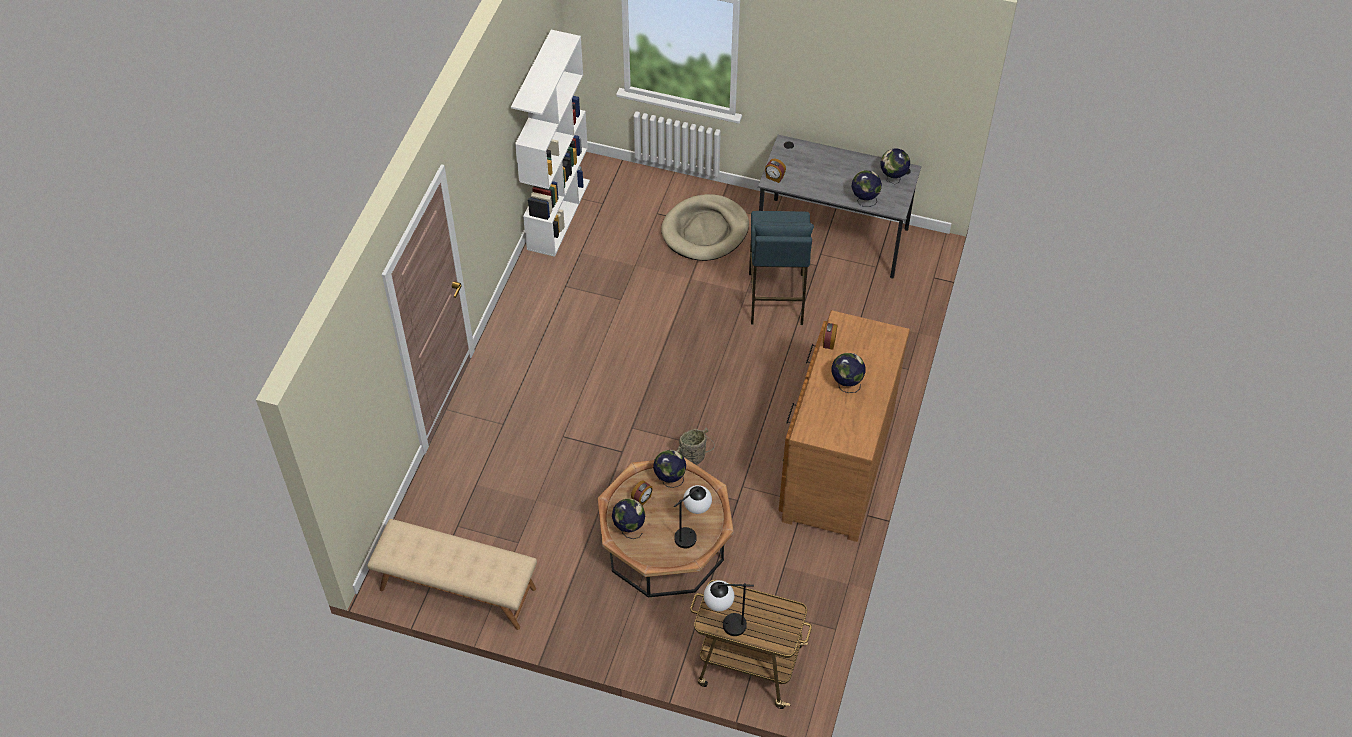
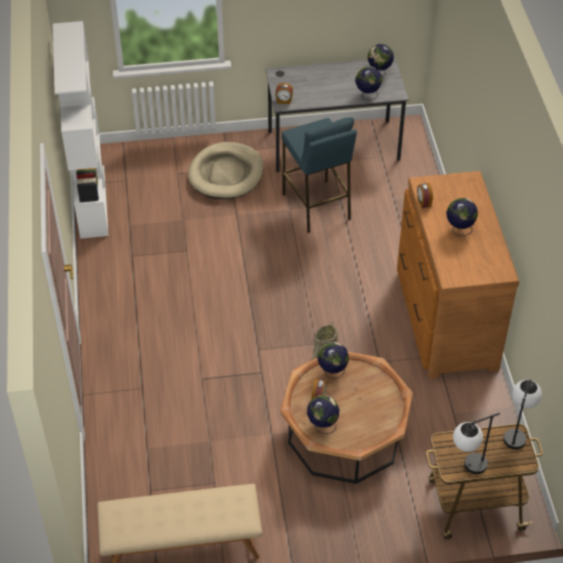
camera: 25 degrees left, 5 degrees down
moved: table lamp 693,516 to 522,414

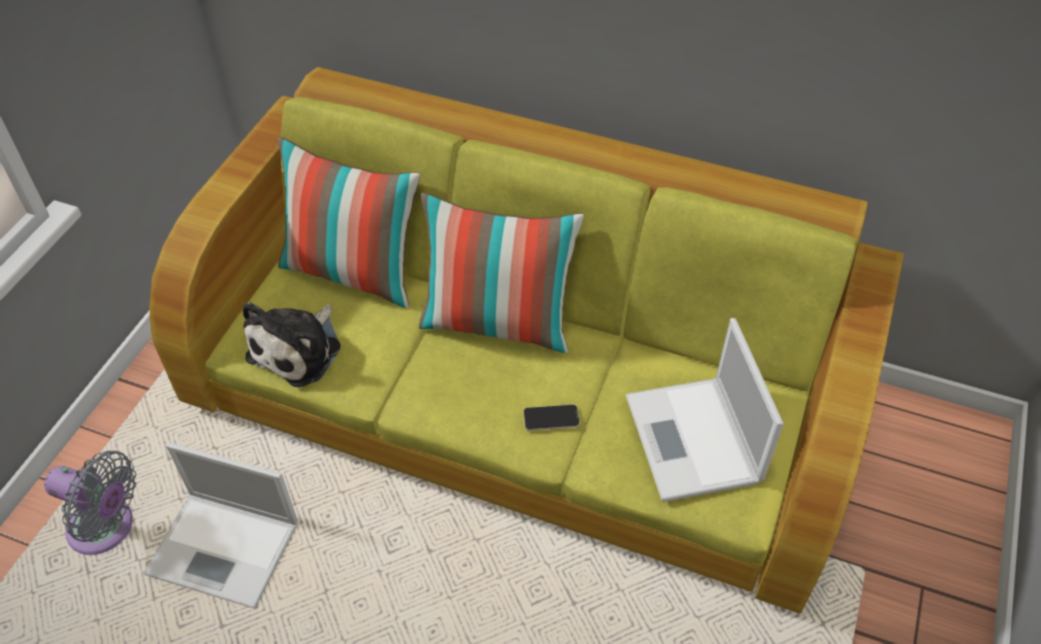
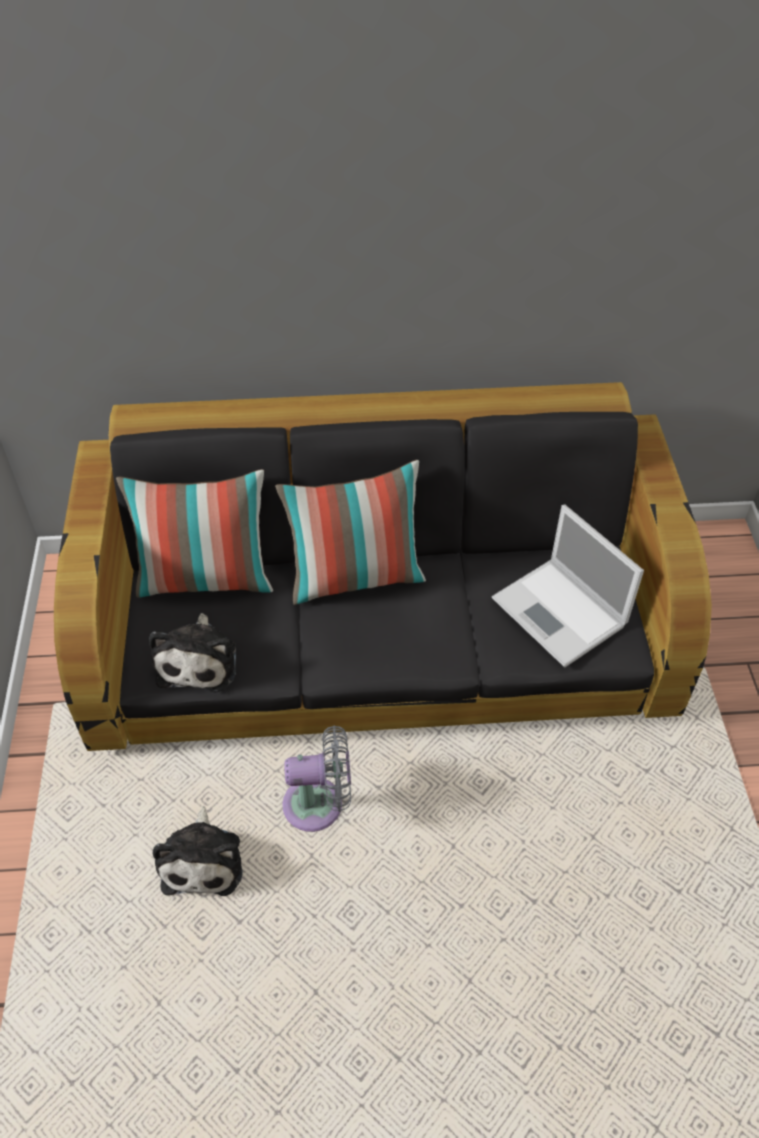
camera: 25 degrees left, 0 degrees up
removed: phone 551,417
moved: cooling fan/greyish 90,503 to 317,779
replaced: portable computer 220,525 to soft toy 198,851
recoloured: settee/green-coloured 526,340 to settee/black 383,566

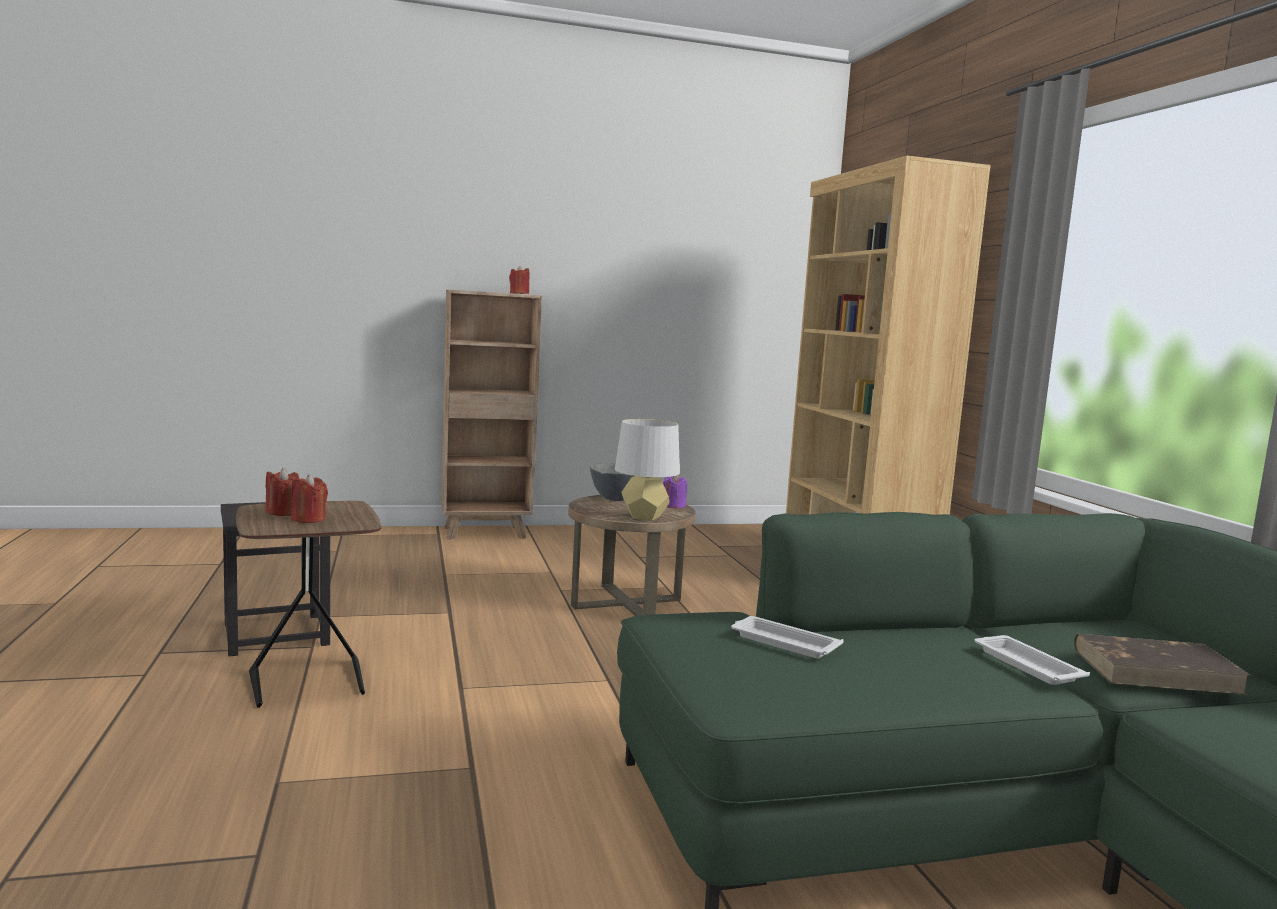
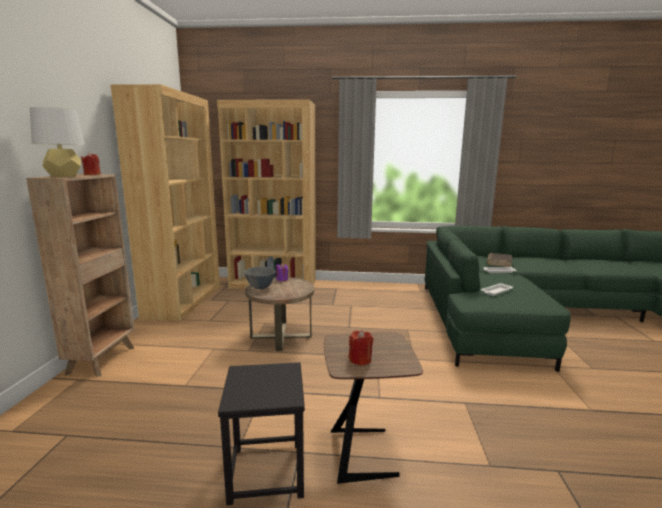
camera: 70 degrees left, 5 degrees up
removed: wax light/red 309,498
added: bookshelf/brownish 165,202
moved: table lamp/greyish 647,469 to 57,142

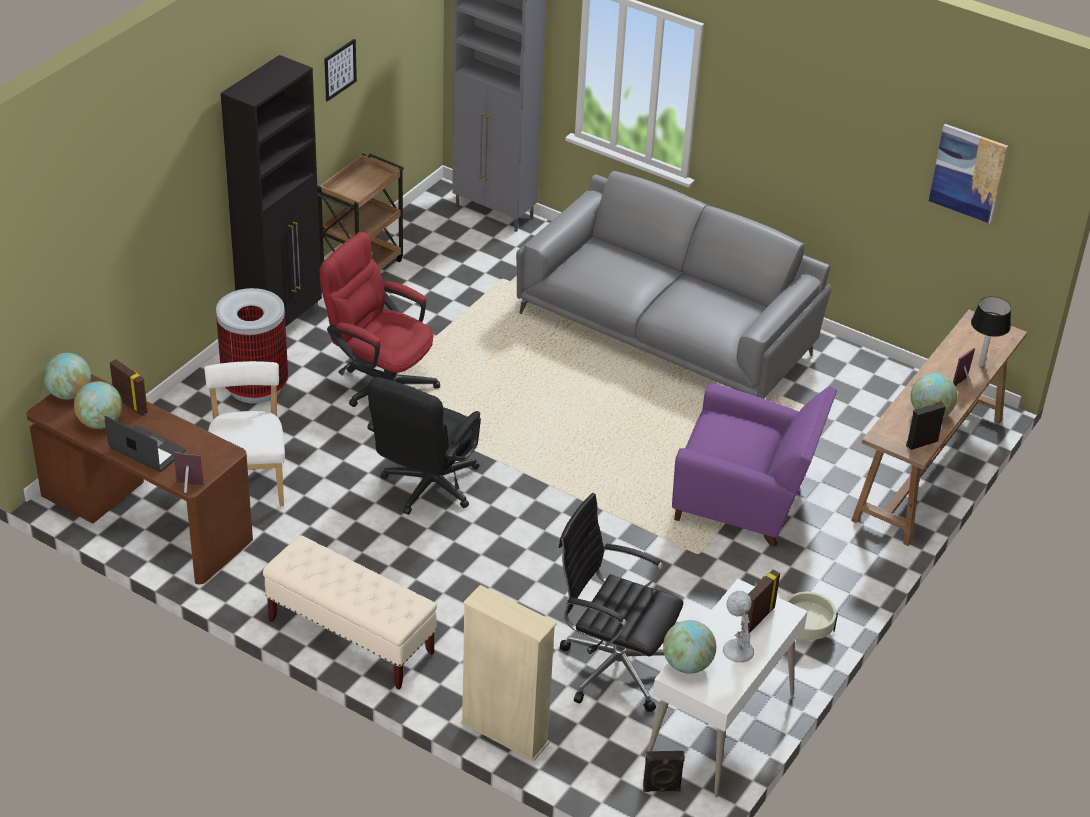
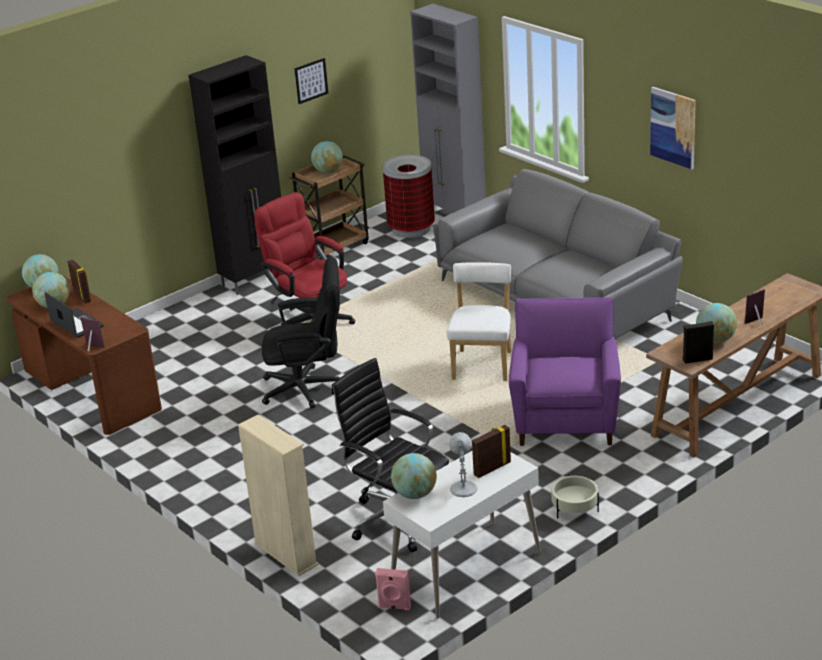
camera: 20 degrees right, 10 degrees down
removed: bench/beige 350,612; table lamp 991,331
added: world globe 327,157
moved: upright chair/white-coloured 244,433 to 479,321; trash can 252,346 to 409,196; wall picture 968,173 to 673,128
recoloured: audio speaker/black 664,771 to audio speaker/pink-coloured 393,589
turned: computer chair/black 424,446 = 301,332 135 degrees counterclockwise; easy chair/purple-coloured 754,465 = 565,371 120 degrees counterclockwise

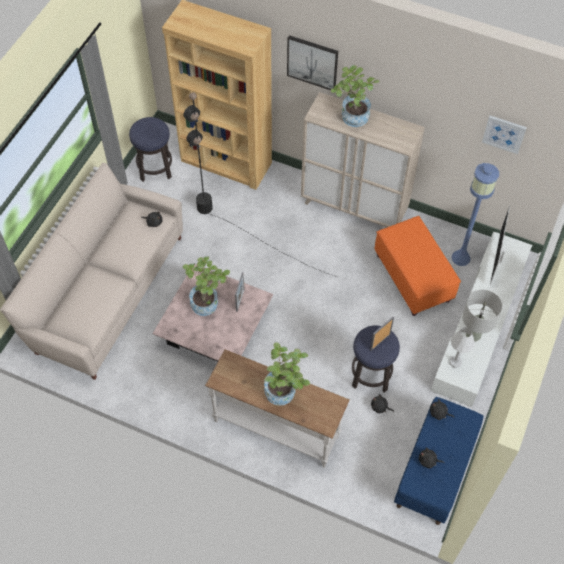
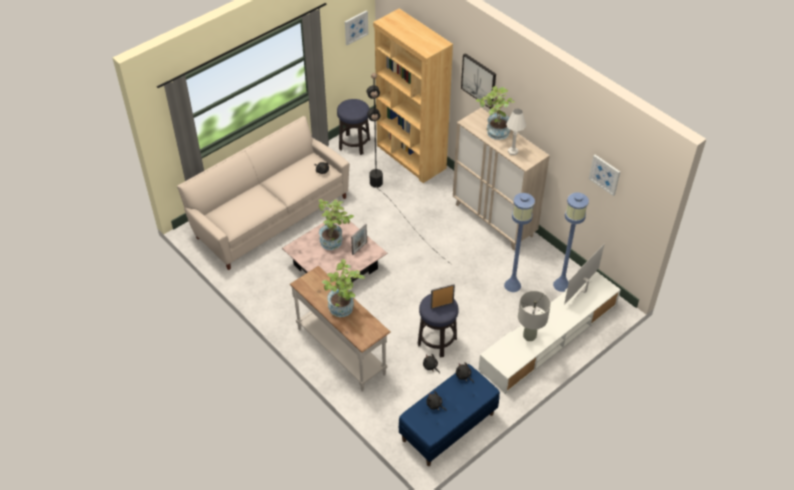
camera: 25 degrees right, 10 degrees down
added: wall picture 356,27
moved: table lamp/white-coloured 462,347 to 516,131
replaced: ottoman/orangey 418,266 to floor lamp/blue-coloured 519,242

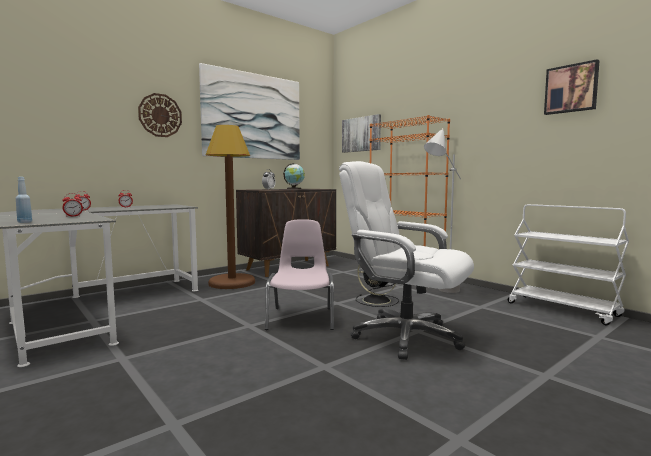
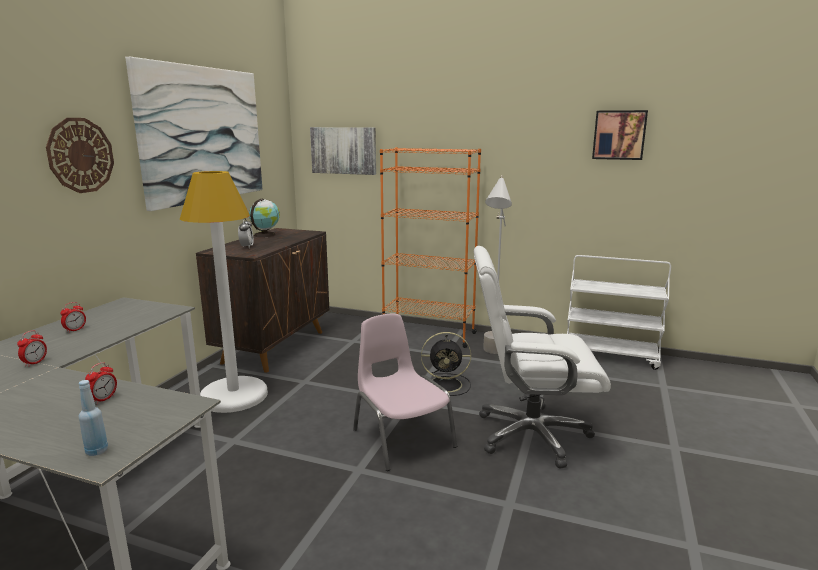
camera: 30 degrees left, 10 degrees up
recoloured: floor lamp/brownish 230,207 to floor lamp/white-coloured 224,292

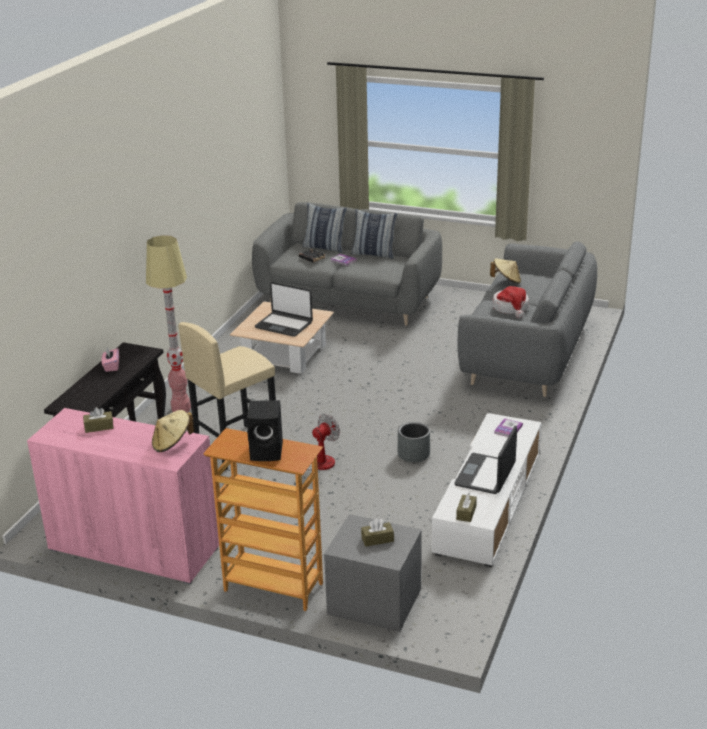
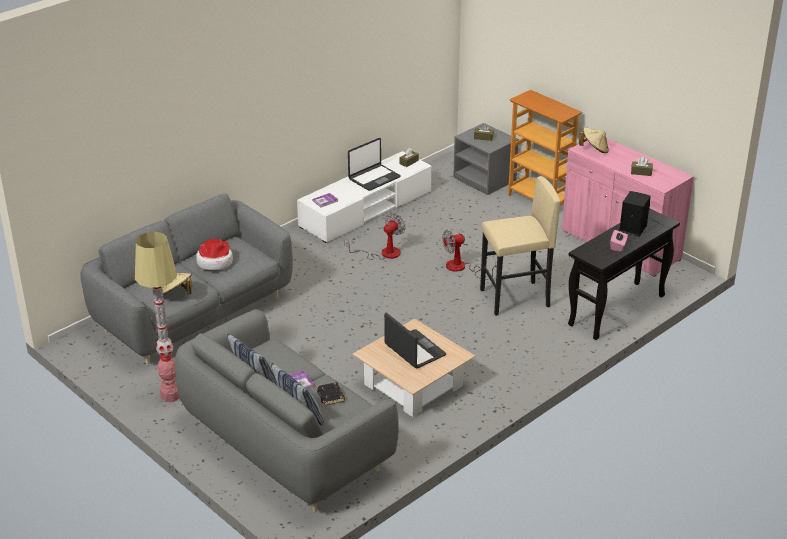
camera: 155 degrees left, 5 degrees up
moved: floor lamp 168,323 to 157,317; audio speaker/black 265,430 to 635,214
replaced: flower pot/greyish 414,442 to cooling fan 375,236

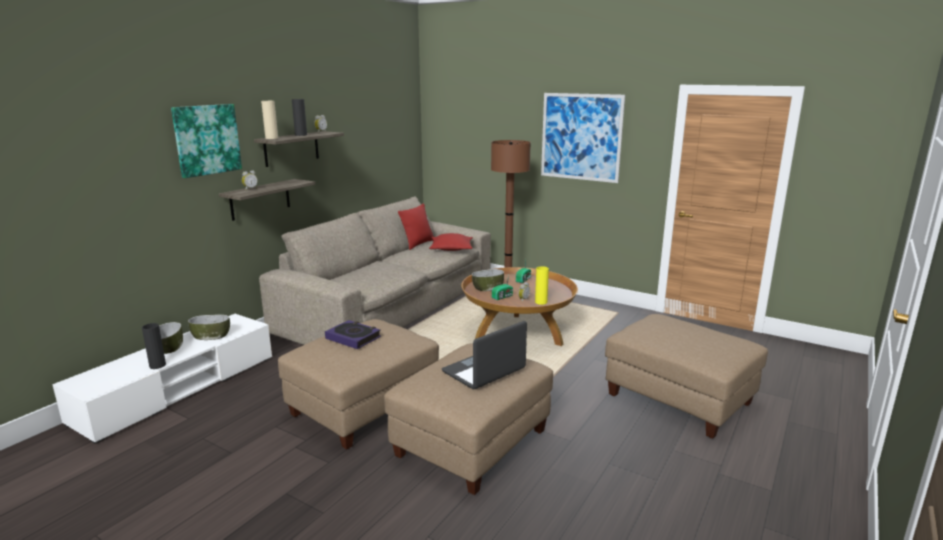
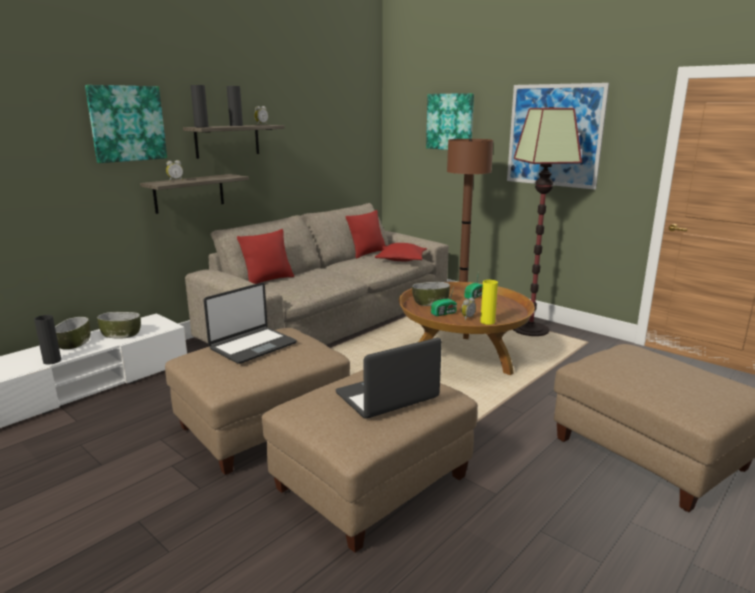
camera: 10 degrees right, 0 degrees up
added: pillow/red 265,256; wall picture 450,121; floor lamp 547,221
replaced: volume 353,334 to portable computer 250,323
recoloured: flower vase/beige 269,120 to flower vase/black 199,106

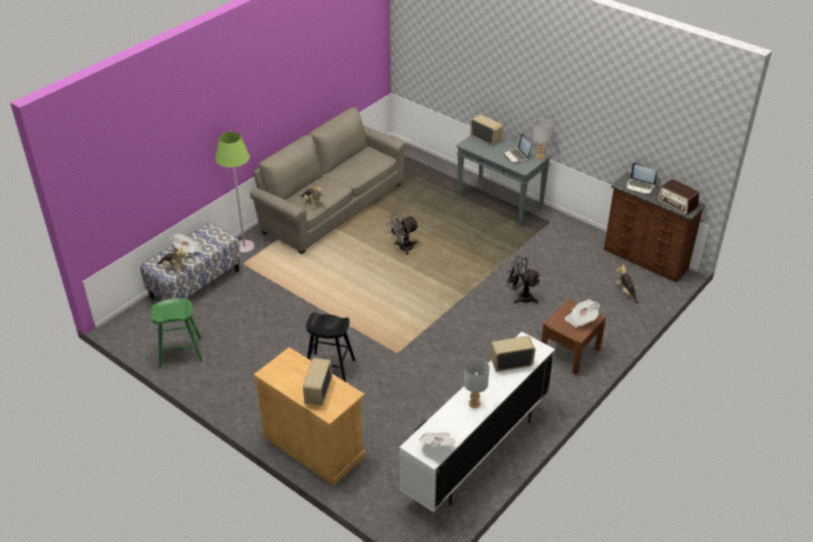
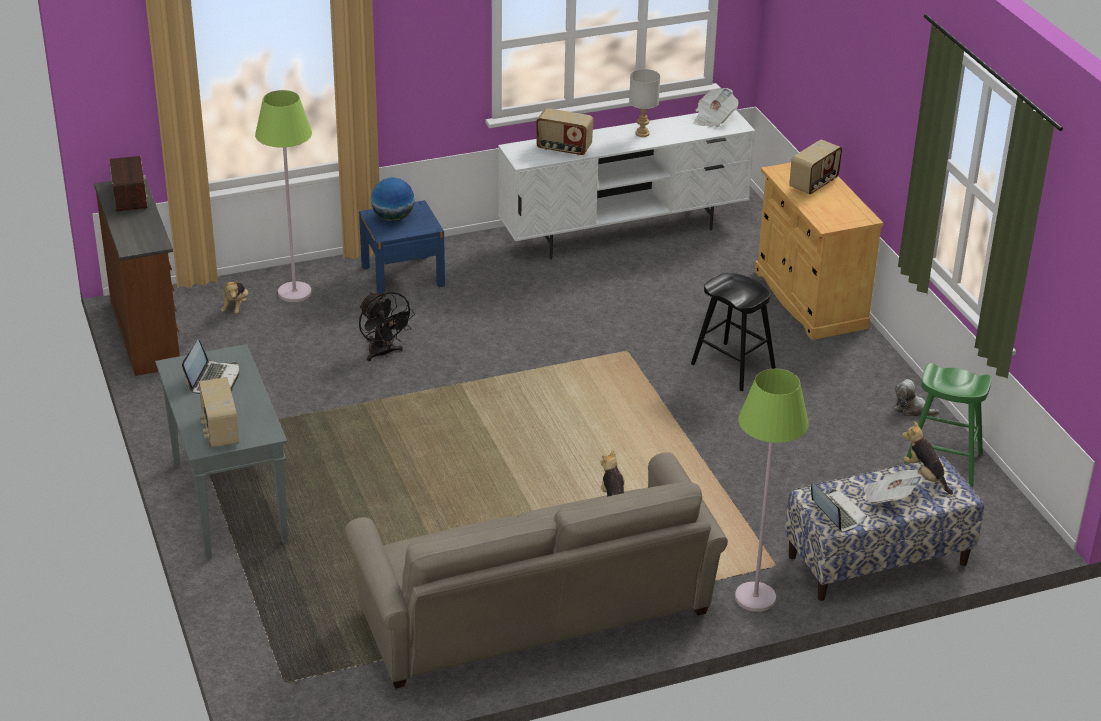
camera: 150 degrees left, 5 degrees down
removed: cooling fan/greyish 402,234; table lamp/greyish 543,139
added: floor lamp/green-coloured 283,196; soft toy 917,397
moved: portable computer 642,178 to 839,507
replaced: daily paper 582,314 to world globe 393,199
recoloured: night table/brownish 573,337 to night table/blue-coloured 402,248

